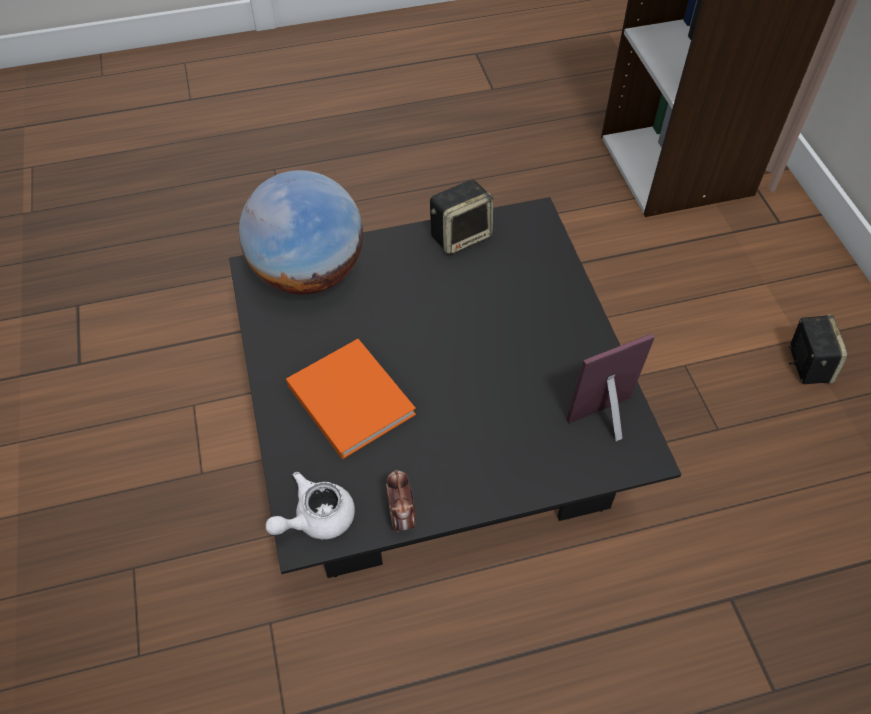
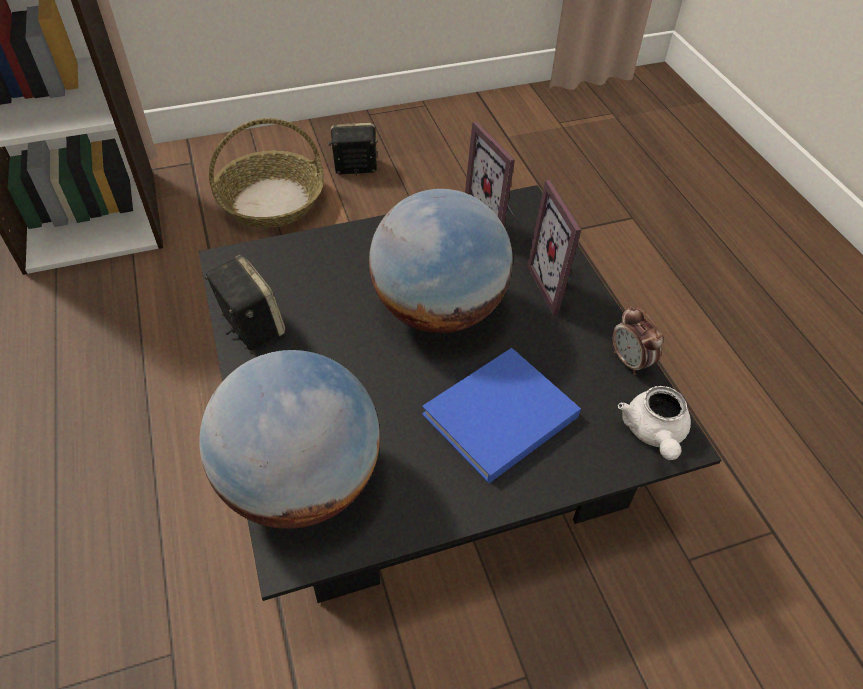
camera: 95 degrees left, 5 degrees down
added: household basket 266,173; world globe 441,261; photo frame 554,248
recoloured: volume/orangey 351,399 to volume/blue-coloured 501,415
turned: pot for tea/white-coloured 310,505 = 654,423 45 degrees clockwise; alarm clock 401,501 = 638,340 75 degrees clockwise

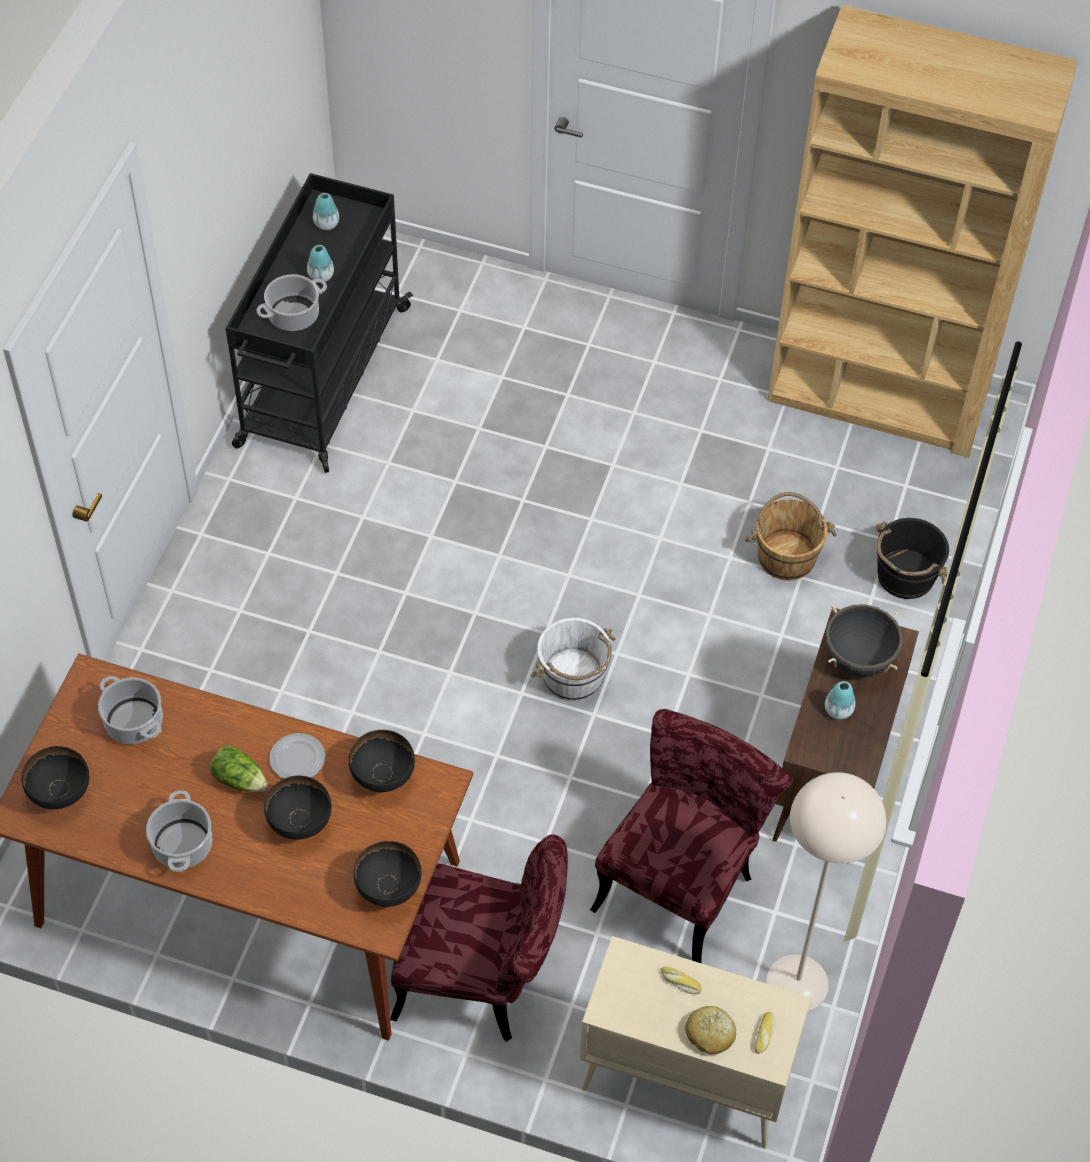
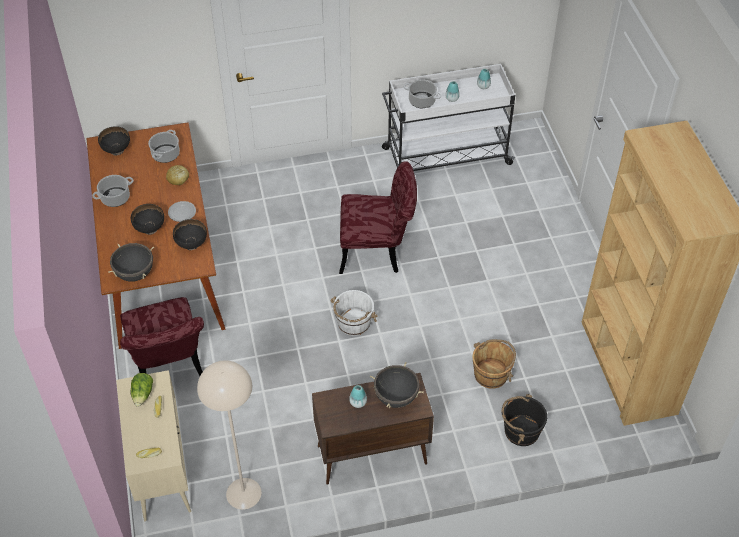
camera: 60 degrees right, 5 degrees down
moved: head of lettuce 239,768 to 142,390; upright chair/red 691,836 to 378,217; bakery bread 710,1030 to 177,175
replaced: serving bowl/black 387,874 to saucepot/black 131,262
recoloured: trolley/black 319,323 to trolley/white-coloured 448,117

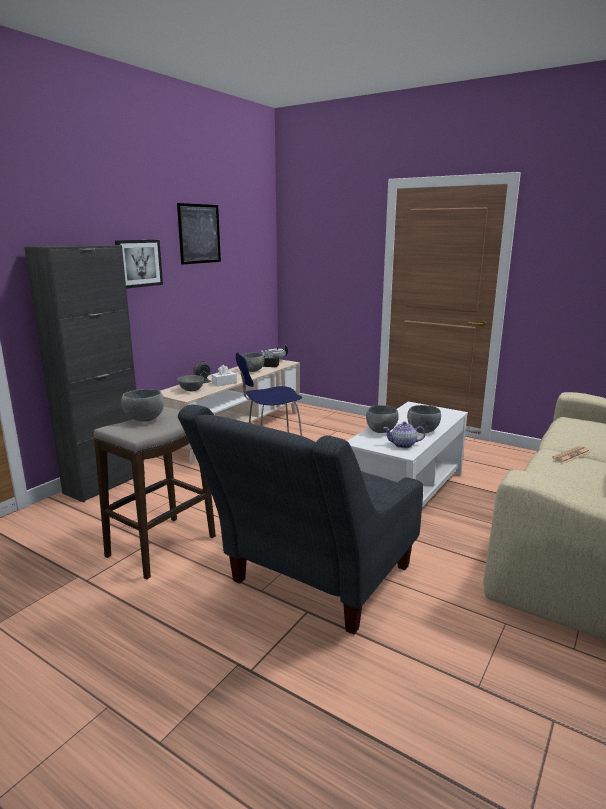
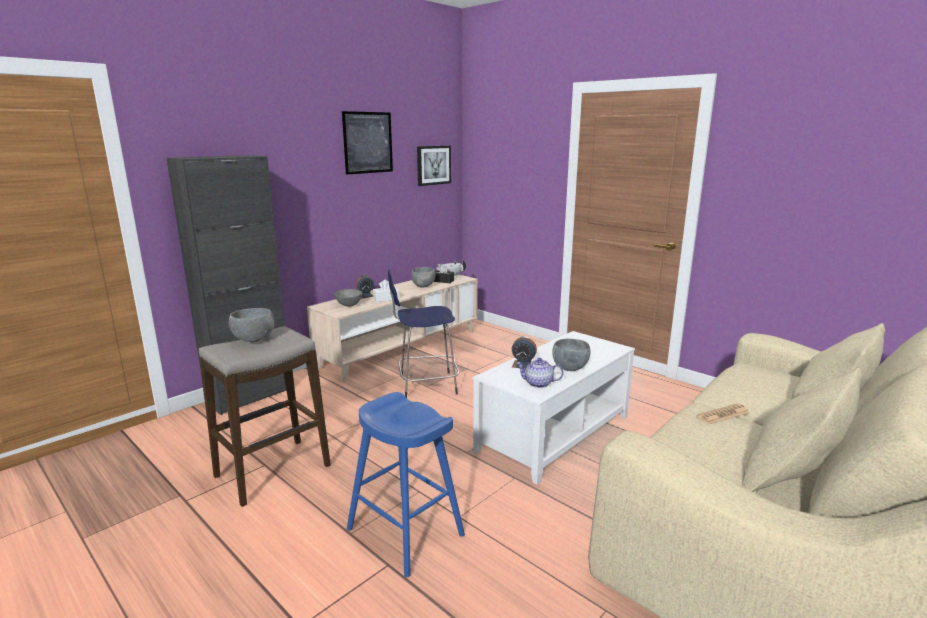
camera: 10 degrees right, 0 degrees up
moved: wall picture 139,264 to 434,165
replaced: easy chair/greyish 300,519 to stool/blue-coloured 406,484; serving bowl/greyish 382,419 to alarm clock 524,352

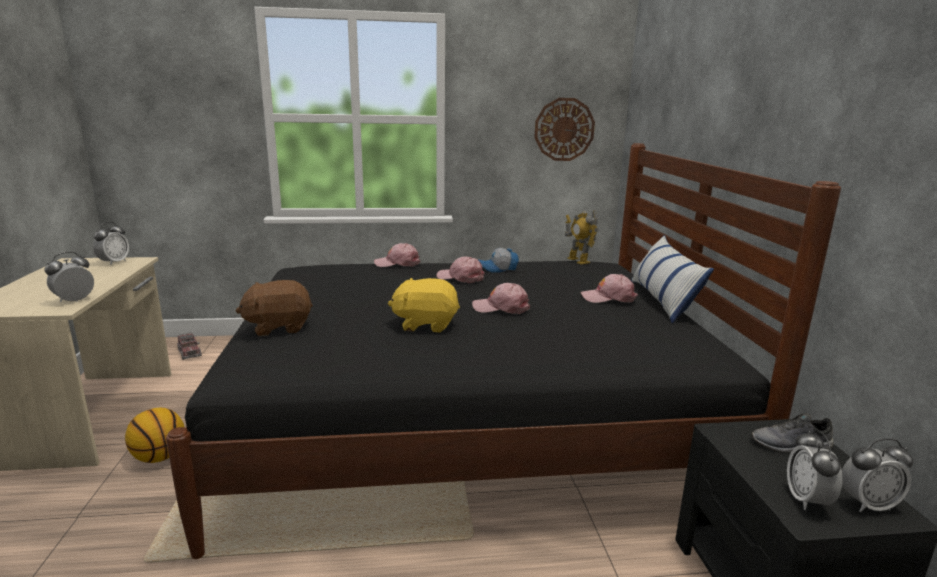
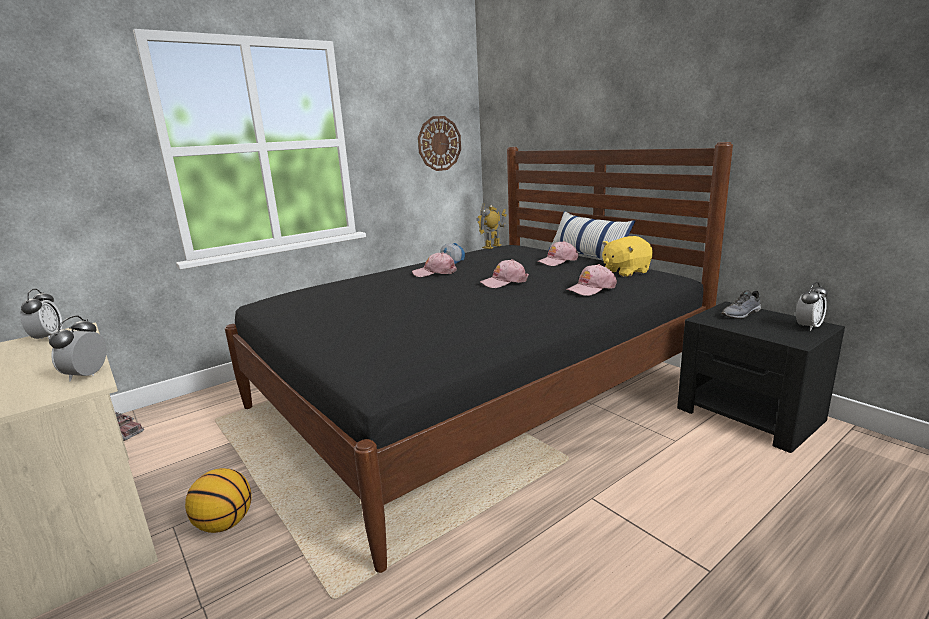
camera: 30 degrees left, 0 degrees up
removed: soft toy/brownish 274,308; alarm clock 815,470
moved: baseball cap/pink-coloured 397,255 to 591,280; soft toy/yellowish 424,305 to 627,256
turned: robot figure 582,237 = 491,226 105 degrees clockwise

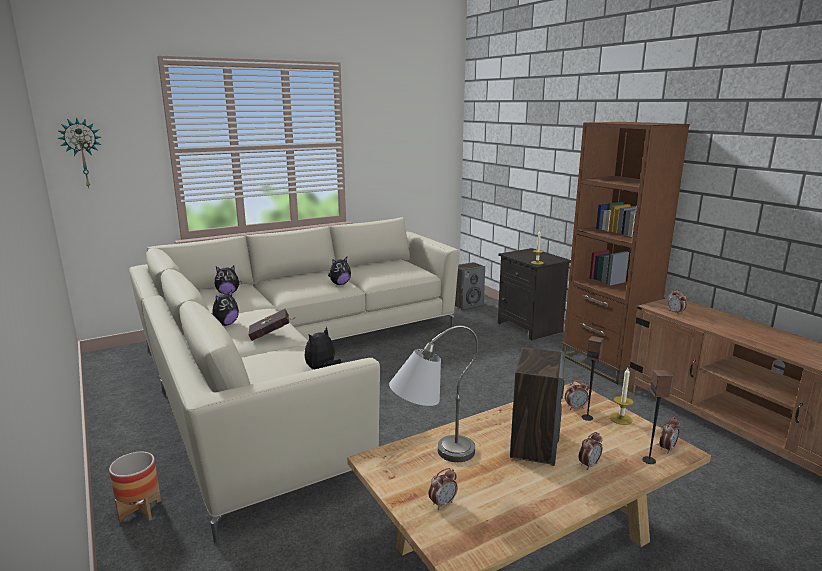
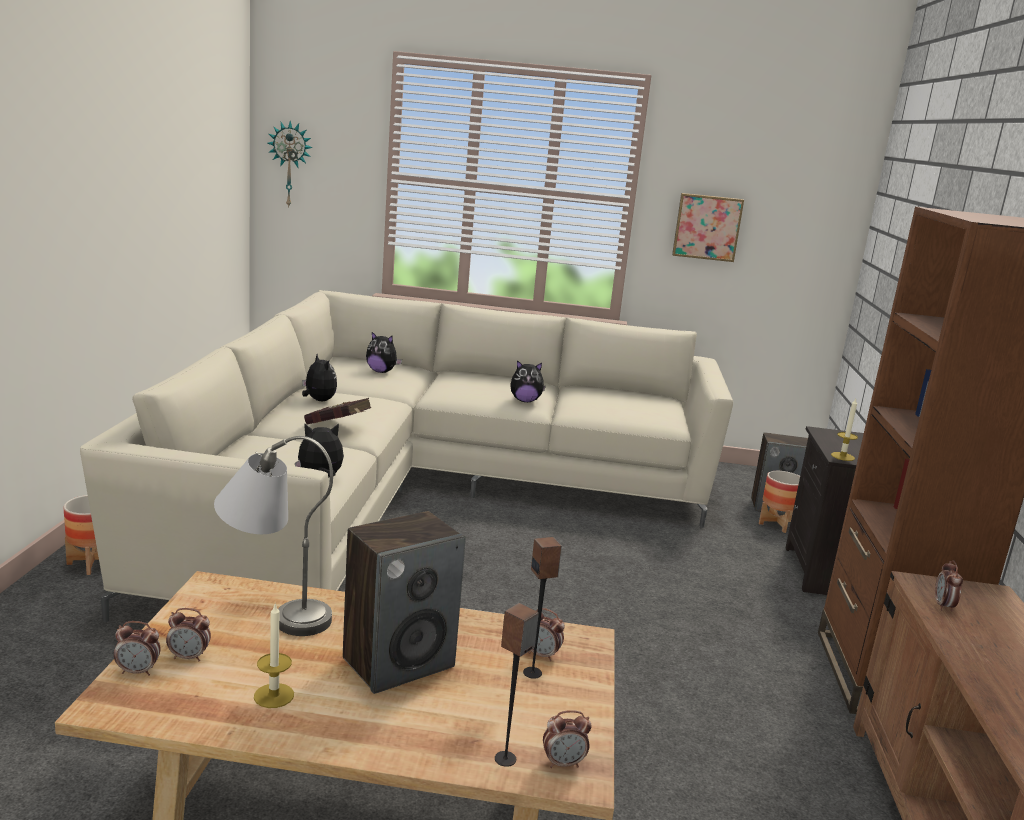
camera: 35 degrees right, 0 degrees up
added: wall picture 708,227; flower pot 779,502
moved: alarm clock 590,451 to 137,648; wax light 621,396 to 274,656
turned: soft toy 225,308 = 319,377 105 degrees counterclockwise

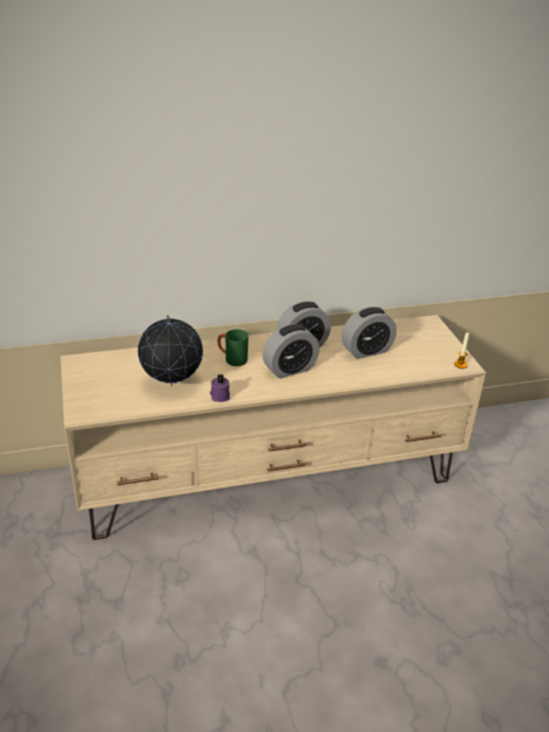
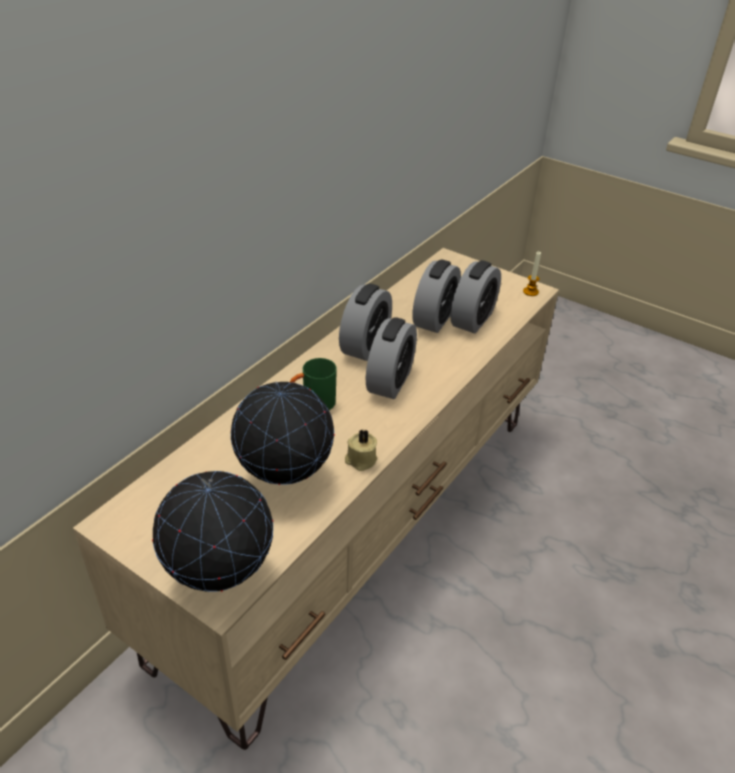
camera: 40 degrees left, 5 degrees up
added: world globe 212,531; alarm clock 476,297
recoloured: wax light/purple-coloured 220,388 to wax light/beige 361,450

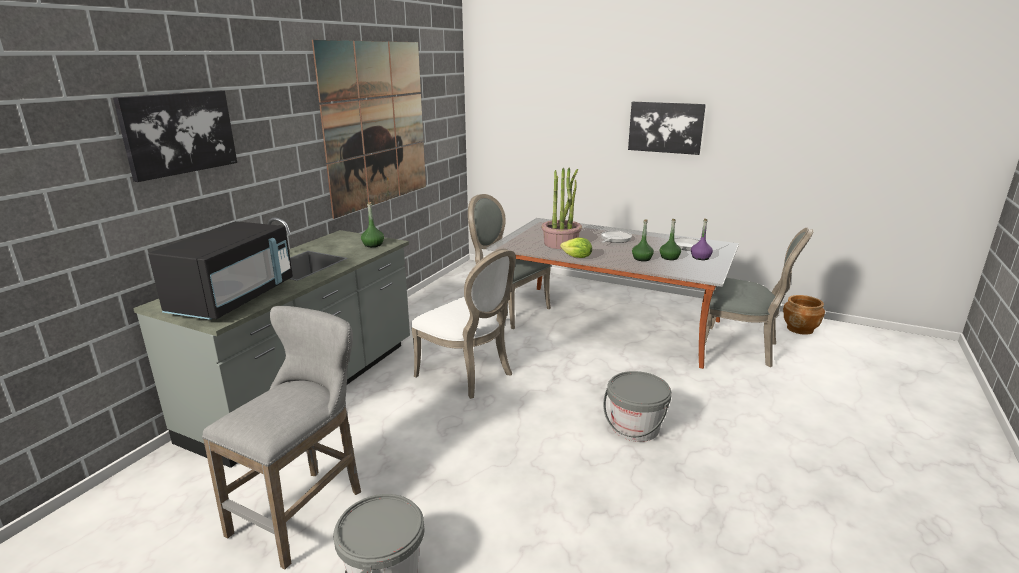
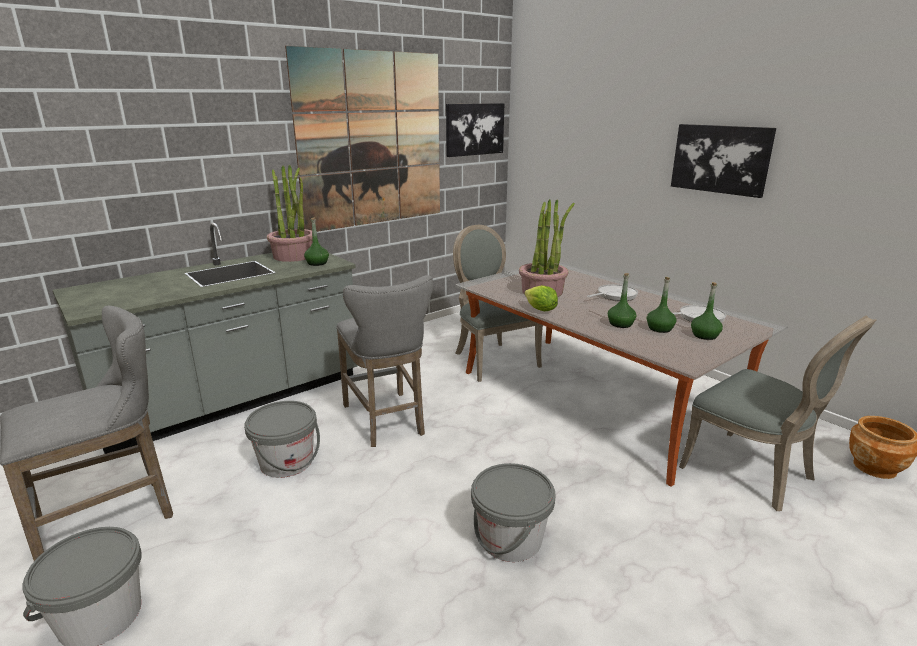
camera: 25 degrees right, 0 degrees up
removed: kitchen microwave/black 220,270
added: pail/greyish 282,439; potted plant 290,213
moved: wall picture 175,136 to 475,130
replaced: upright chair/white-coloured 463,323 to stool/greyish 384,361
recoloured: drink bottle/purple-coloured 702,239 to drink bottle/green-coloured 707,311

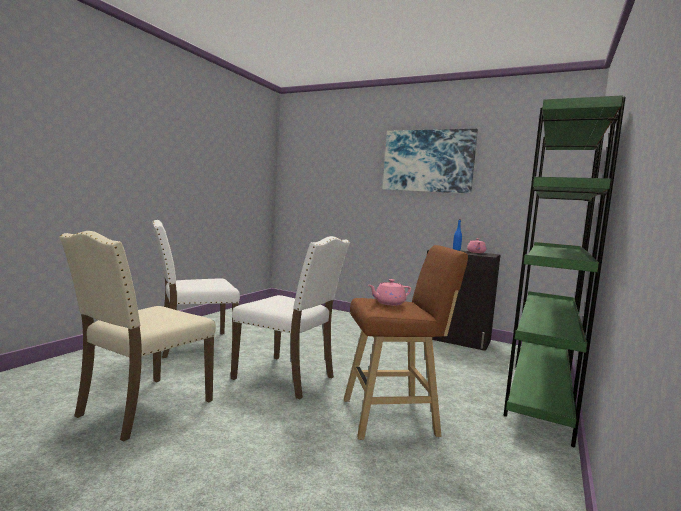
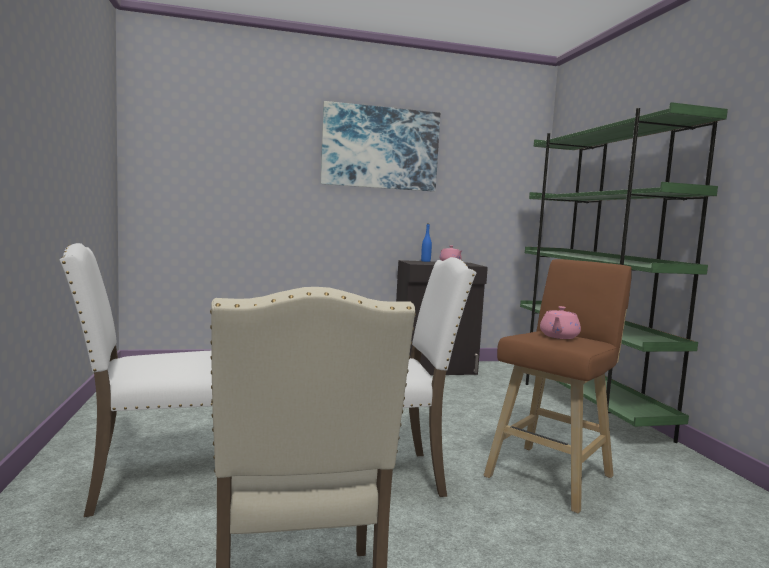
camera: 40 degrees left, 0 degrees up
turned: upright chair/white-coloured 196,289 = 136,380 45 degrees clockwise

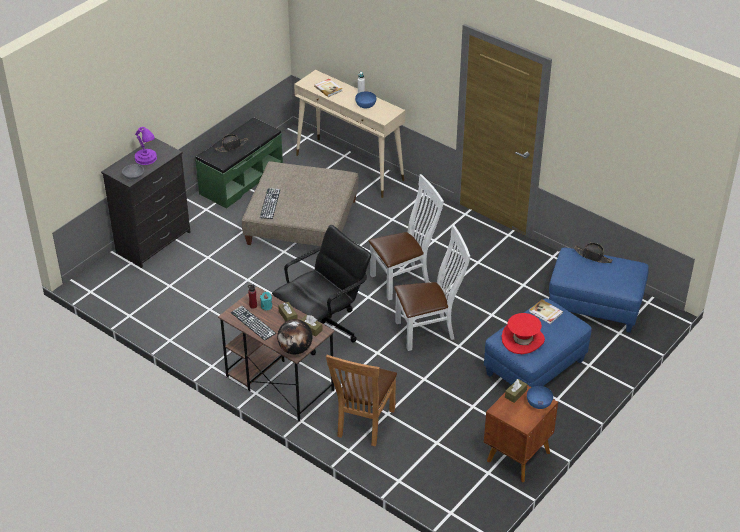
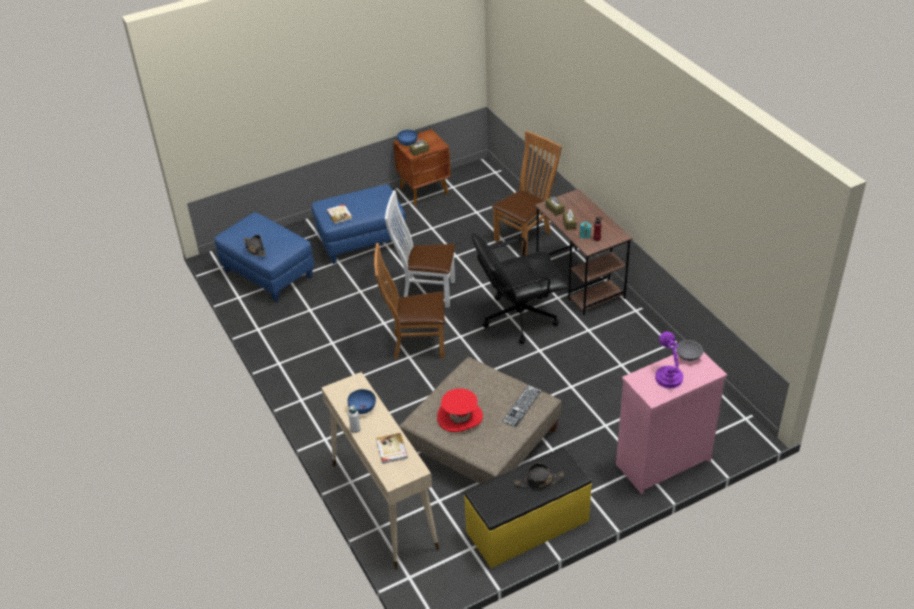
camera: 155 degrees left, 0 degrees up
removed: PC keyboard 253,323; world globe 294,337
moved: wearable hat/red 523,333 to 460,410
recoloured: drawer chest/black 146,203 to drawer chest/pink-coloured 671,423; bench/green-coloured 239,163 to bench/yellowish 528,507; upright chair/white-coloured 406,237 to upright chair/brownish 409,301

